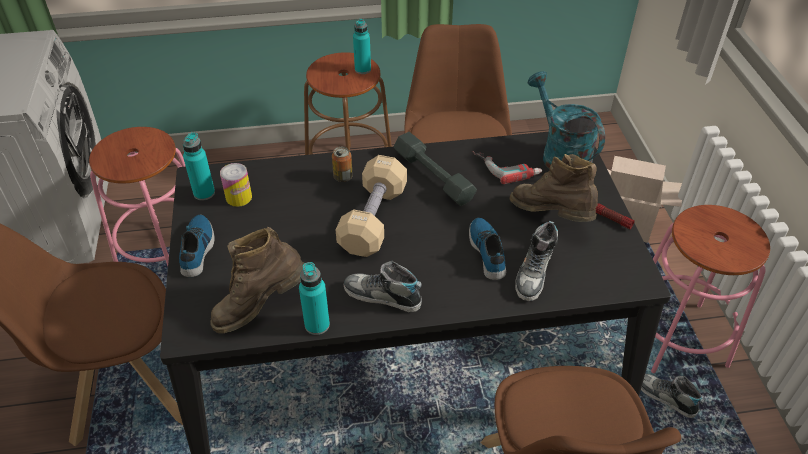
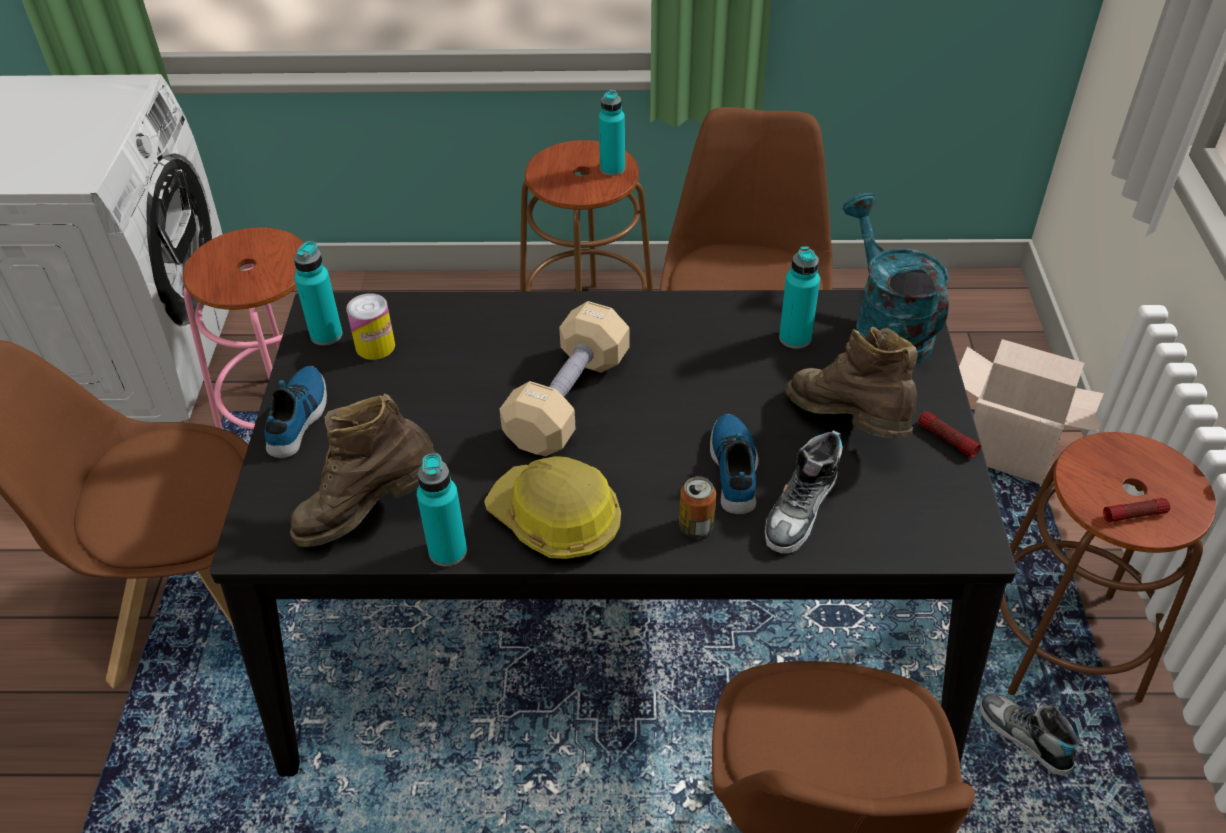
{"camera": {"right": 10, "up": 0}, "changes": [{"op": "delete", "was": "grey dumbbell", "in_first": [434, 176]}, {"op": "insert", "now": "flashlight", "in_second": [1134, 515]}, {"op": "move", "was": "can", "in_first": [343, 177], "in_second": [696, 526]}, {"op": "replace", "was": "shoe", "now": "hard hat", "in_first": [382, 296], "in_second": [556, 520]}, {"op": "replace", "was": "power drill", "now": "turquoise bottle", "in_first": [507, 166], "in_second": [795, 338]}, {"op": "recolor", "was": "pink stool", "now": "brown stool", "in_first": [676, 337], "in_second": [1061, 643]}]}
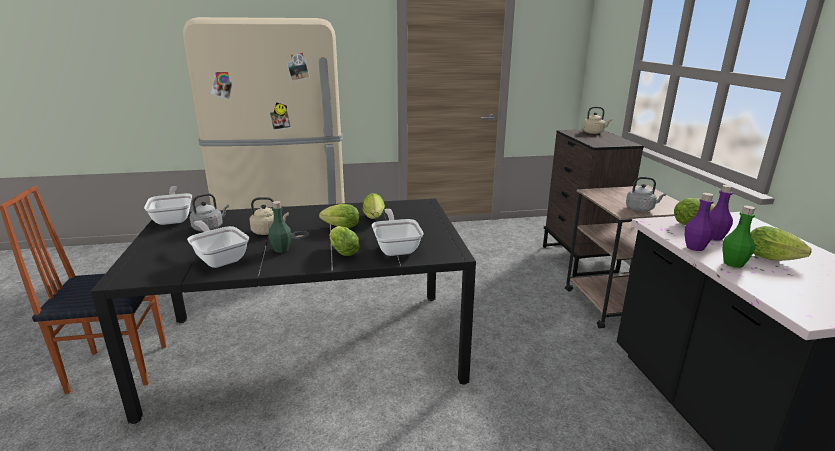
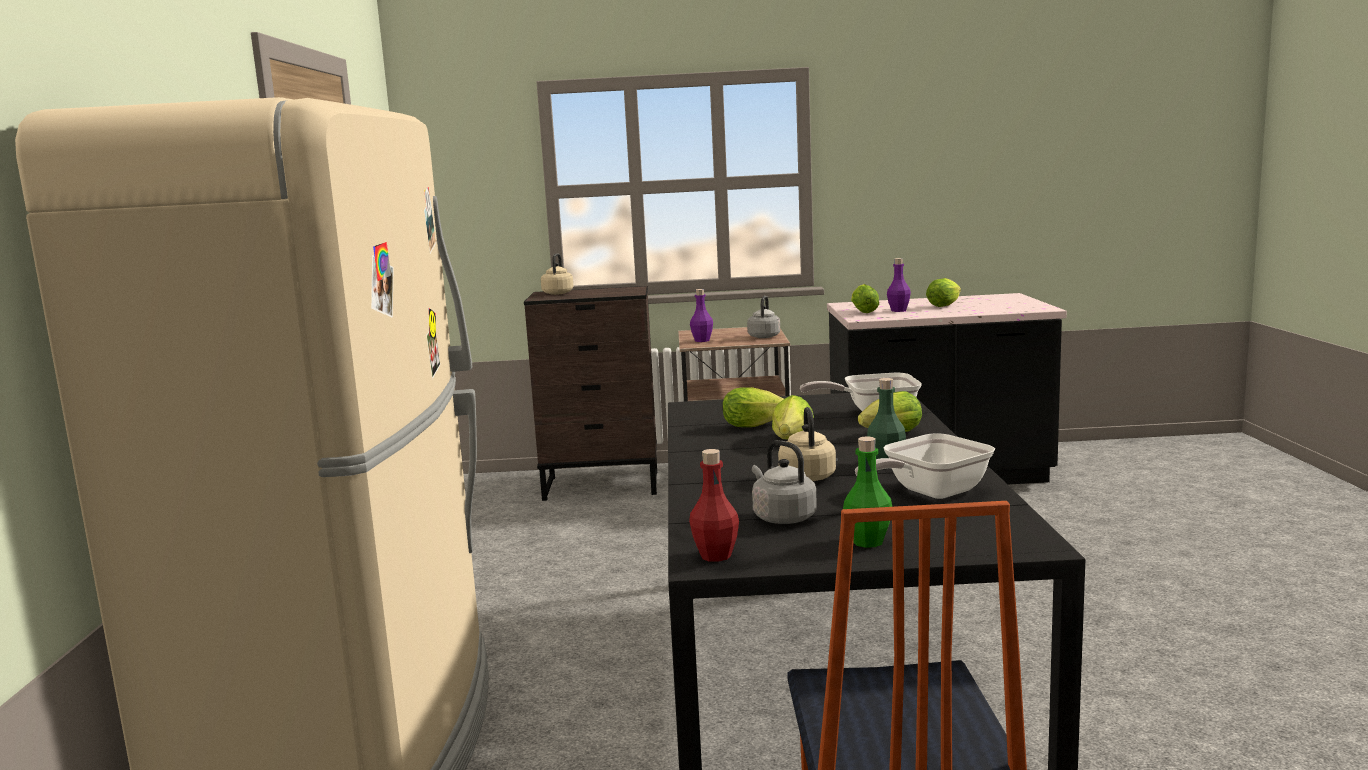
{"camera": {"right": -80, "up": -10}, "changes": [{"op": "move", "was": "purple bottle", "in_first": [695, 247], "in_second": [702, 340]}, {"op": "move", "was": "green bottle", "in_first": [733, 264], "in_second": [868, 542]}, {"op": "replace", "was": "frying pan", "now": "red bottle", "in_first": [174, 218], "in_second": [715, 556]}]}
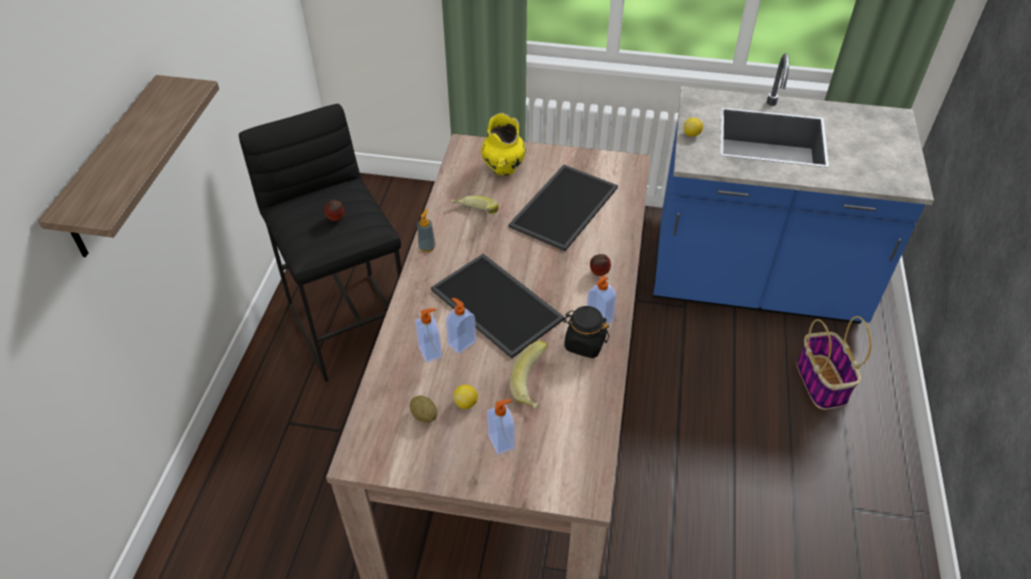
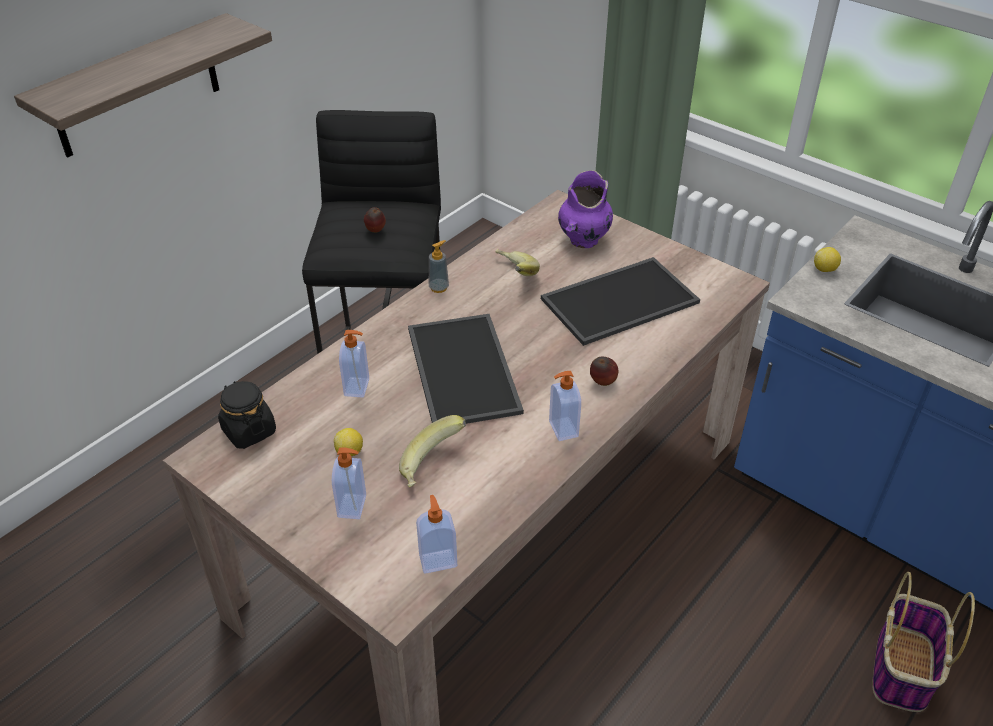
{"camera": {"right": 30, "up": -5}, "changes": [{"op": "delete", "was": "potato", "in_first": [424, 415]}, {"op": "move", "was": "soap dispenser", "in_first": [461, 343], "in_second": [438, 560]}, {"op": "move", "was": "black jar", "in_first": [584, 343], "in_second": [249, 431]}, {"op": "recolor", "was": "yellow vase", "now": "purple vase", "in_first": [503, 169], "in_second": [583, 241]}]}
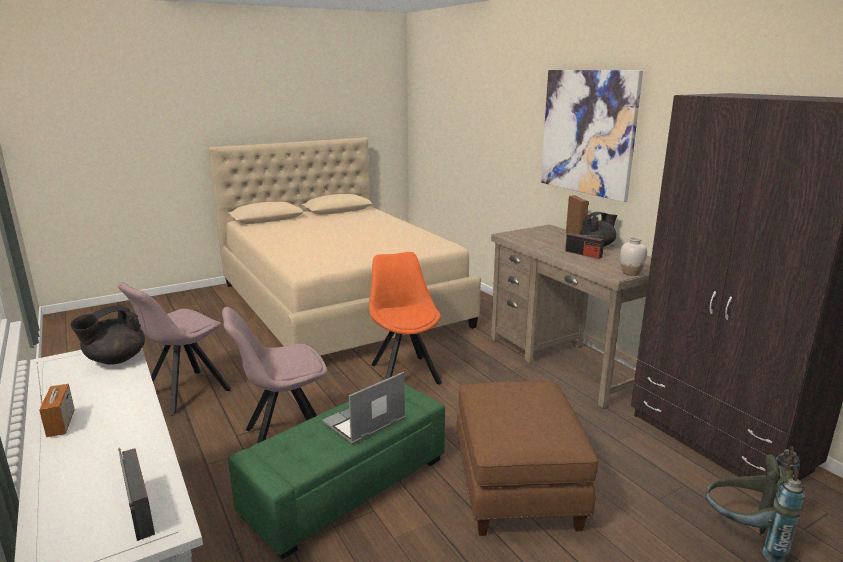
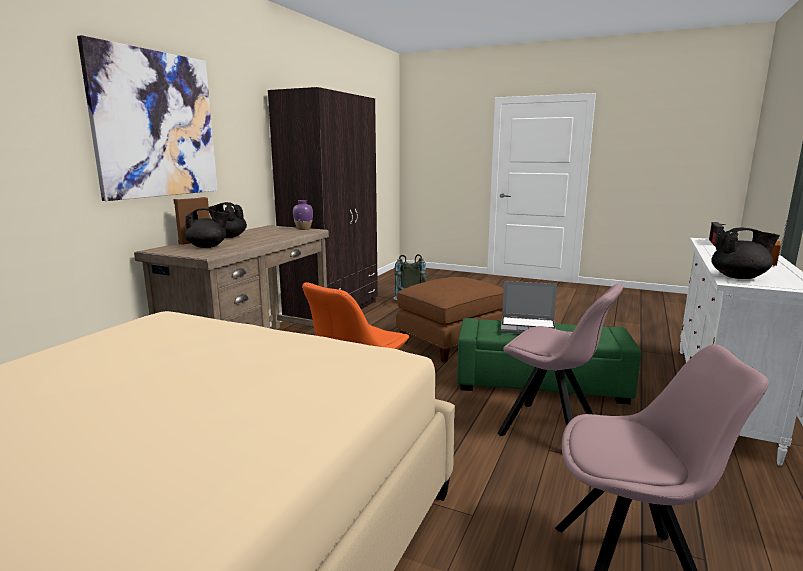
{"camera": {"right": -125, "up": -5}, "changes": [{"op": "delete", "was": "radio", "in_first": [583, 254]}, {"op": "insert", "now": "black teapot", "in_second": [208, 247]}, {"op": "recolor", "was": "white vase", "now": "purple vase", "in_first": [630, 273], "in_second": [303, 229]}]}
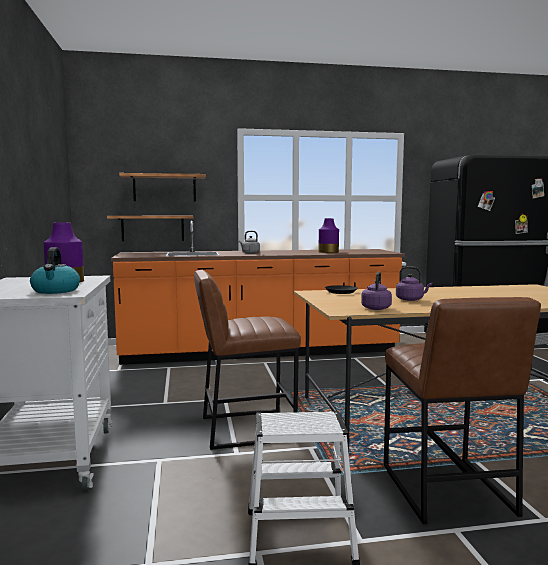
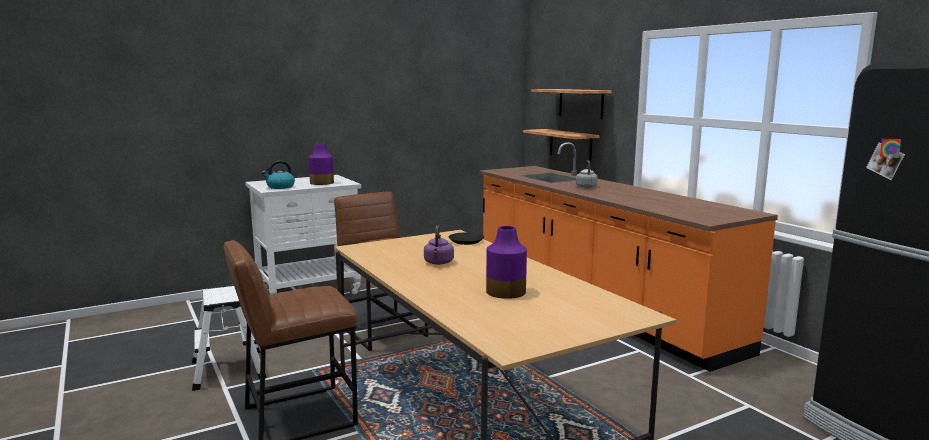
{"camera": {"right": 70, "up": 5}, "changes": [{"op": "delete", "was": "purple kettle", "in_first": [376, 308]}, {"op": "move", "was": "purple vase", "in_first": [328, 252], "in_second": [506, 291]}]}
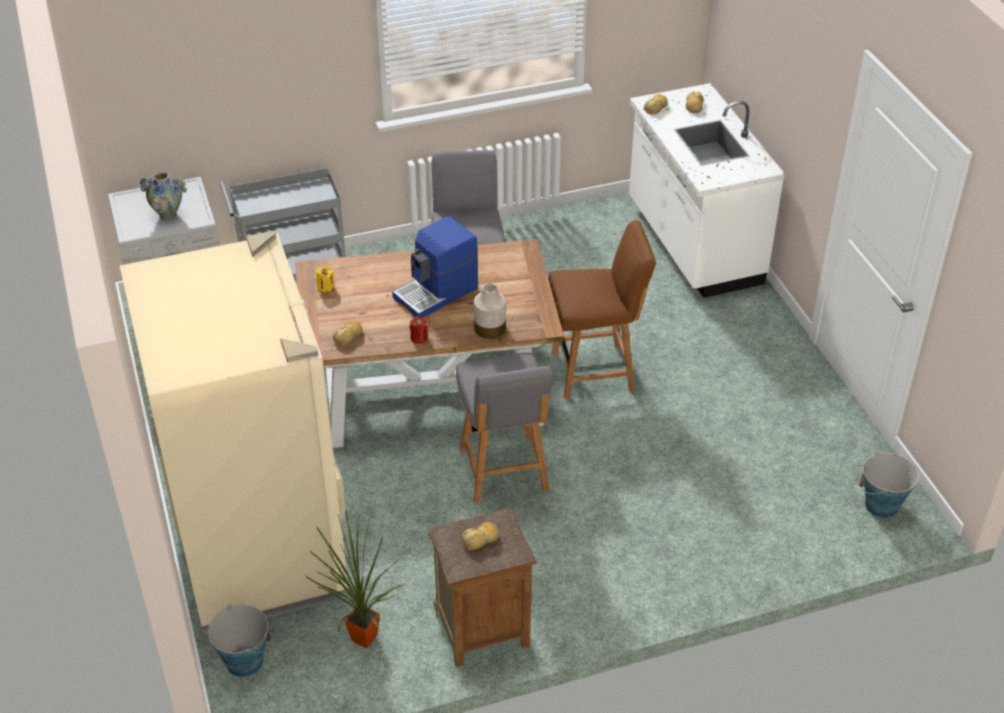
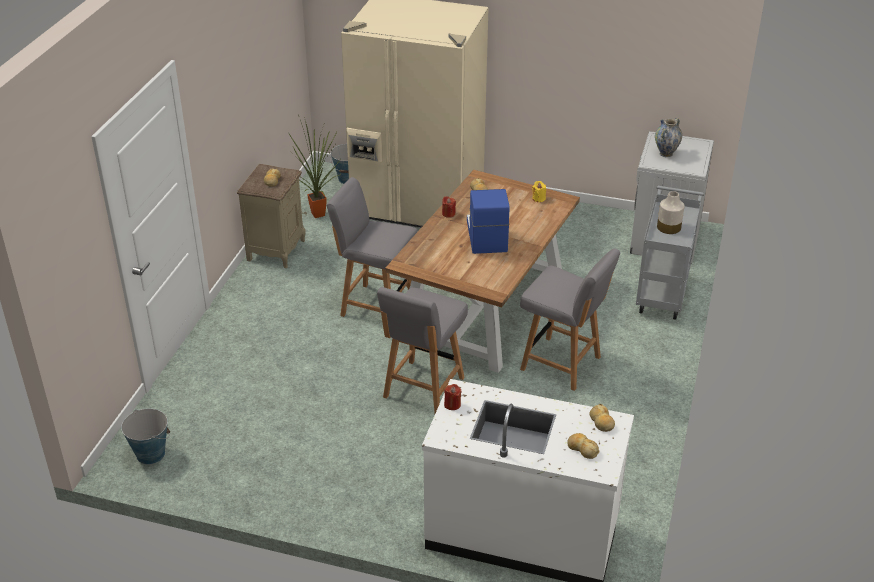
{"camera": {"right": 125, "up": -5}, "changes": [{"op": "insert", "now": "red candle", "in_second": [452, 404]}, {"op": "move", "was": "beige vase", "in_first": [490, 328], "in_second": [669, 227]}, {"op": "recolor", "was": "brown chair", "now": "grey chair", "in_first": [595, 371], "in_second": [422, 388]}]}
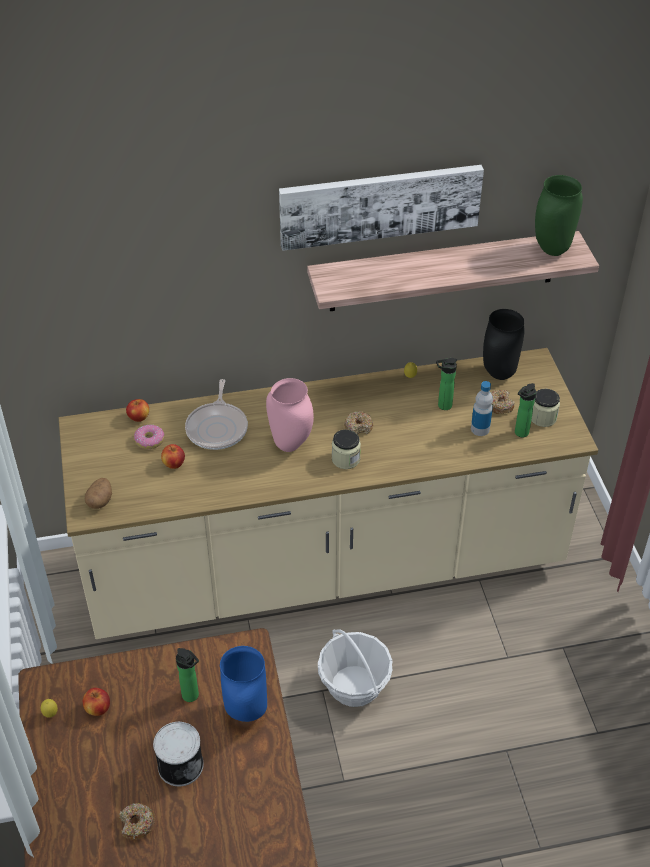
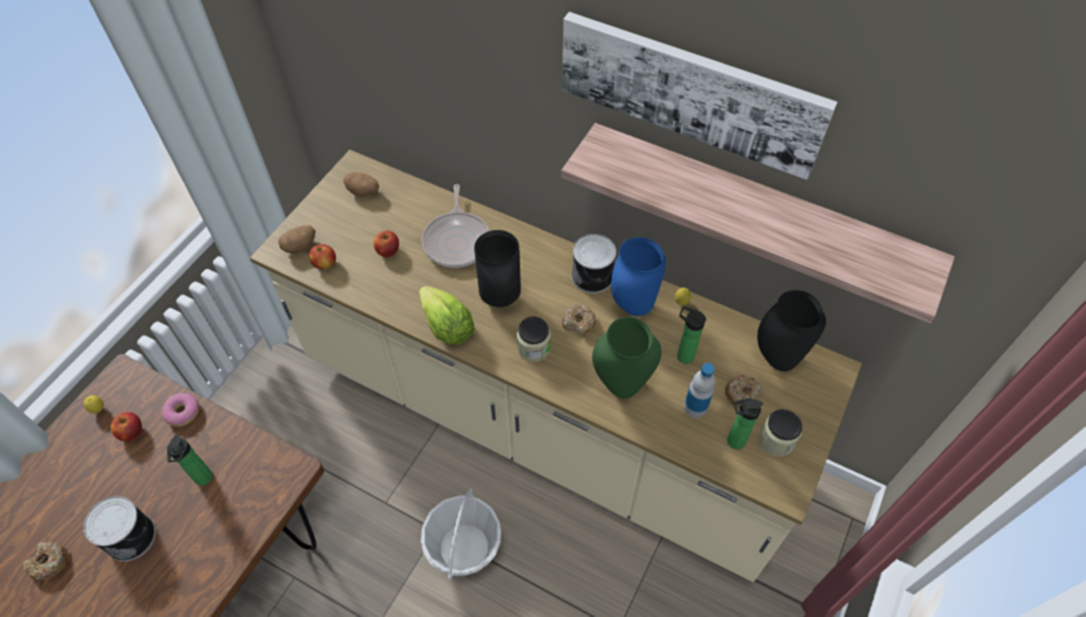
{"camera": {"right": 40, "up": 10}, "changes": [{"op": "insert", "now": "potato", "in_second": [363, 192]}, {"op": "insert", "now": "lettuce", "in_second": [447, 327]}, {"op": "insert", "now": "can", "in_second": [593, 276]}, {"op": "move", "was": "apple", "in_first": [139, 417], "in_second": [325, 264]}, {"op": "move", "was": "donut", "in_first": [150, 440], "in_second": [183, 413]}, {"op": "move", "was": "blue vase", "in_first": [245, 712], "in_second": [632, 306]}, {"op": "move", "was": "green vase", "in_first": [552, 250], "in_second": [621, 386]}, {"op": "recolor", "was": "pink vase", "now": "black vase", "in_first": [289, 445], "in_second": [499, 299]}, {"op": "rotate", "was": "frying pan", "in_first": [217, 427], "in_second": [457, 240], "clockwise": -45}]}
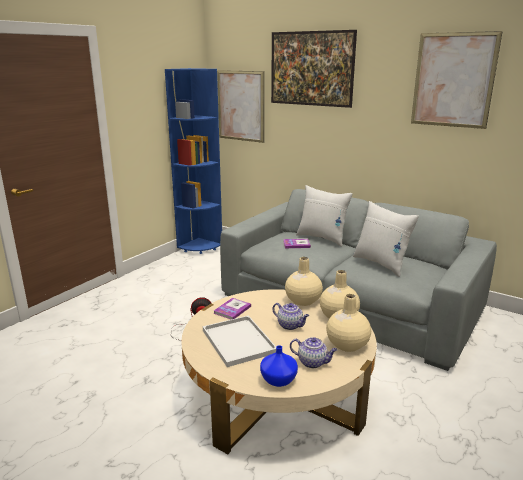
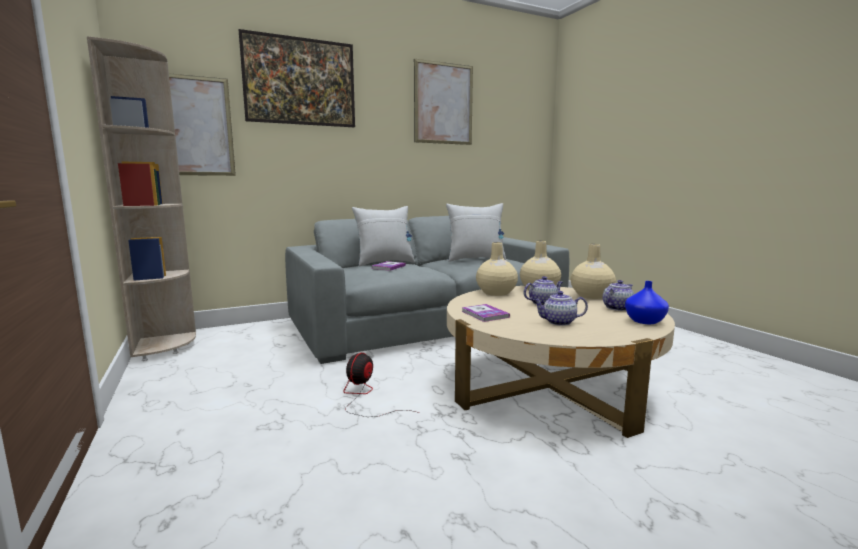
{"camera": {"right": -60, "up": -10}, "changes": [{"op": "replace", "was": "white tray", "now": "teapot", "in_first": [237, 340], "in_second": [558, 322]}, {"op": "recolor", "was": "blue bookcase", "now": "beige bookcase", "in_first": [200, 250], "in_second": [164, 351]}]}
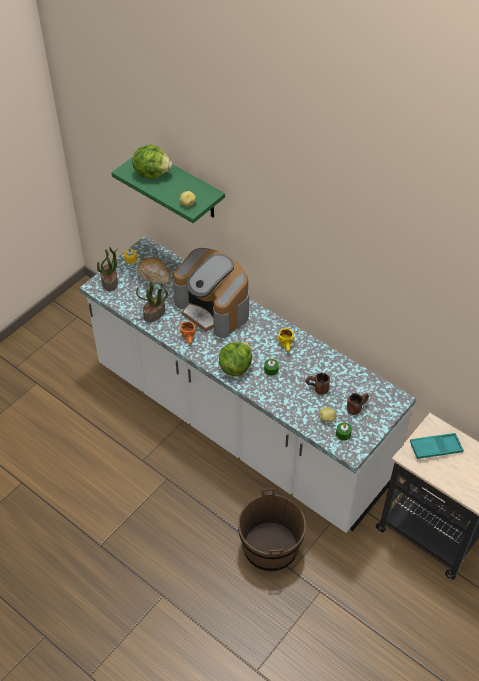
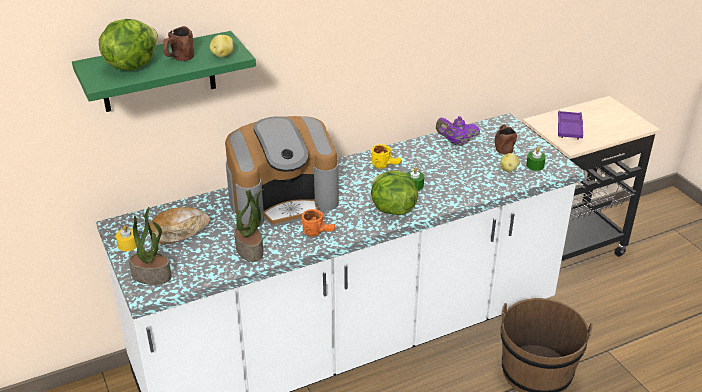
{"camera": {"right": -65, "up": -15}, "changes": [{"op": "insert", "now": "purple teapot", "in_second": [456, 143]}, {"op": "move", "was": "brown mug", "in_first": [316, 388], "in_second": [178, 59]}, {"op": "recolor", "was": "turquoise tray", "now": "purple tray", "in_first": [435, 448], "in_second": [569, 128]}]}
